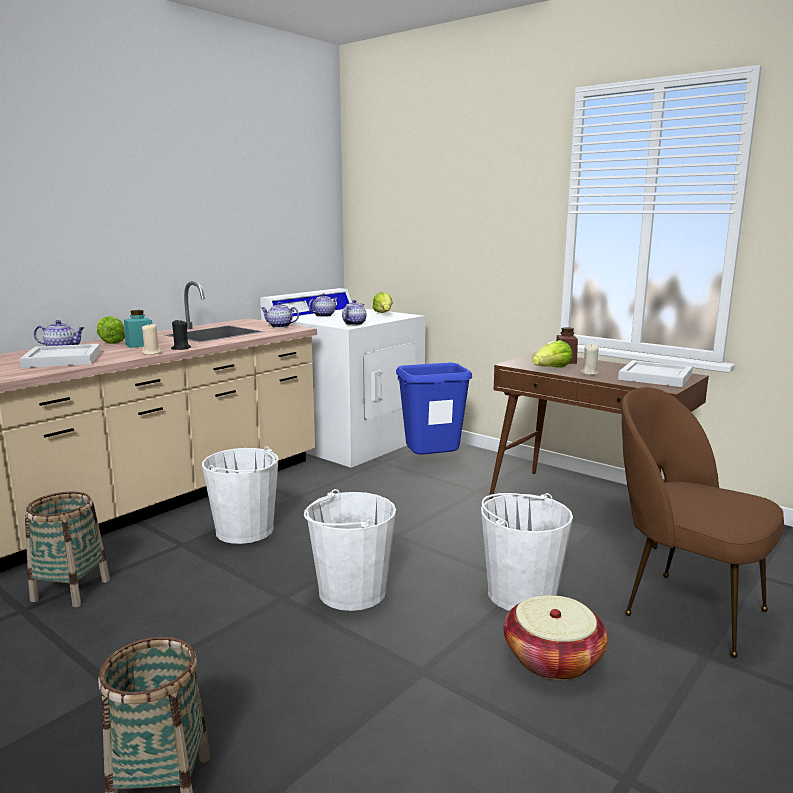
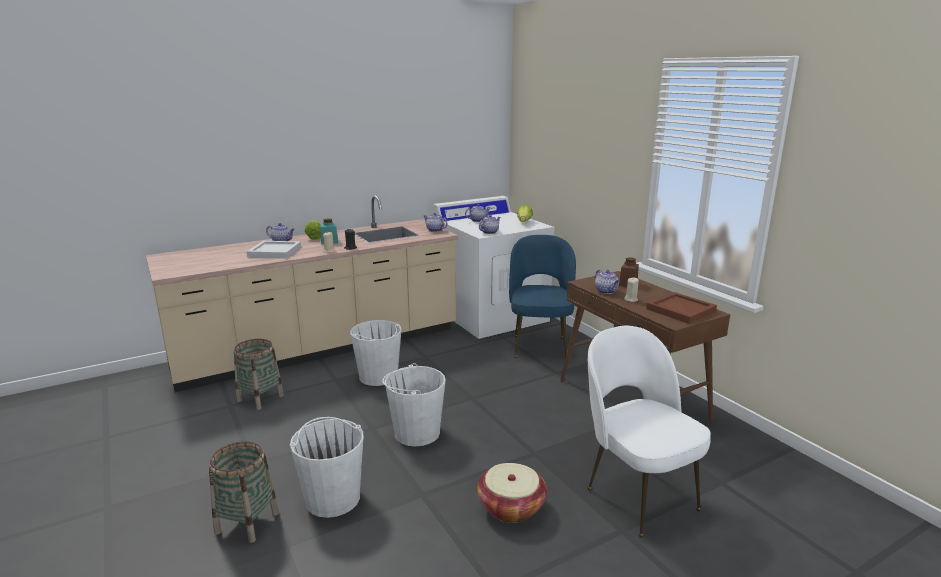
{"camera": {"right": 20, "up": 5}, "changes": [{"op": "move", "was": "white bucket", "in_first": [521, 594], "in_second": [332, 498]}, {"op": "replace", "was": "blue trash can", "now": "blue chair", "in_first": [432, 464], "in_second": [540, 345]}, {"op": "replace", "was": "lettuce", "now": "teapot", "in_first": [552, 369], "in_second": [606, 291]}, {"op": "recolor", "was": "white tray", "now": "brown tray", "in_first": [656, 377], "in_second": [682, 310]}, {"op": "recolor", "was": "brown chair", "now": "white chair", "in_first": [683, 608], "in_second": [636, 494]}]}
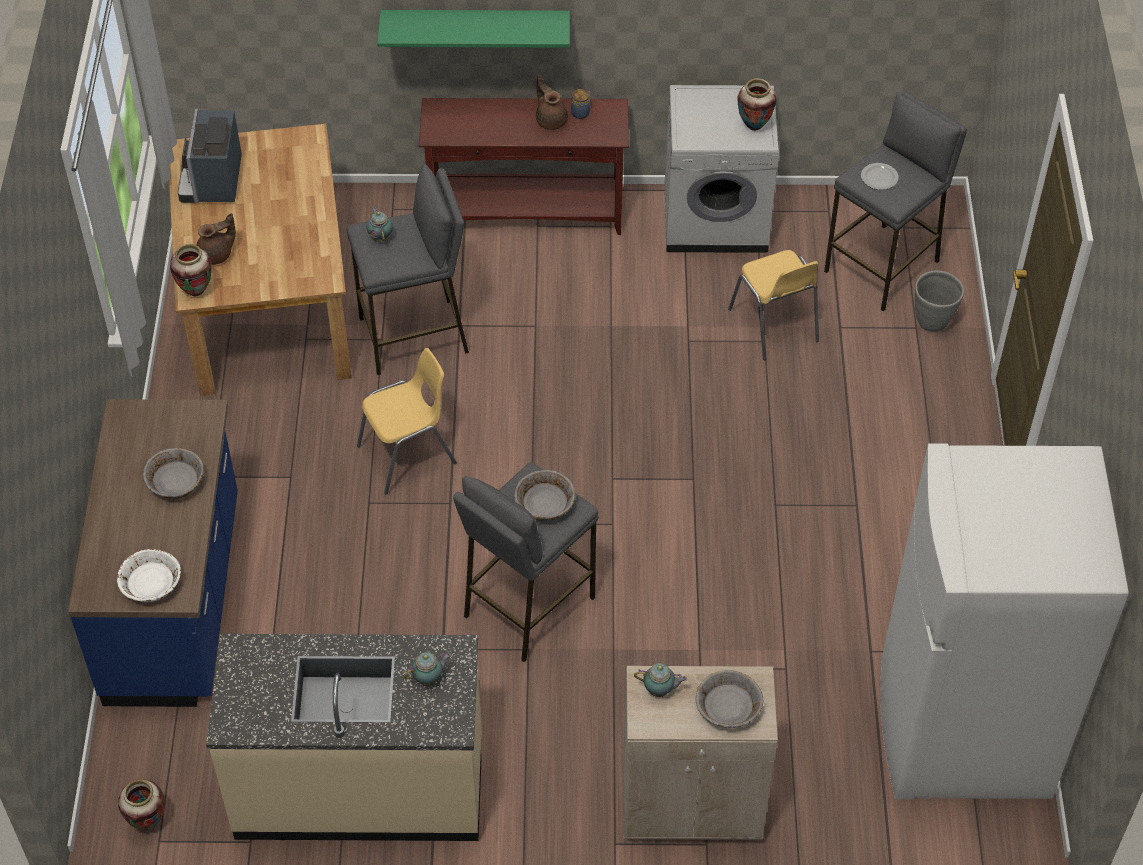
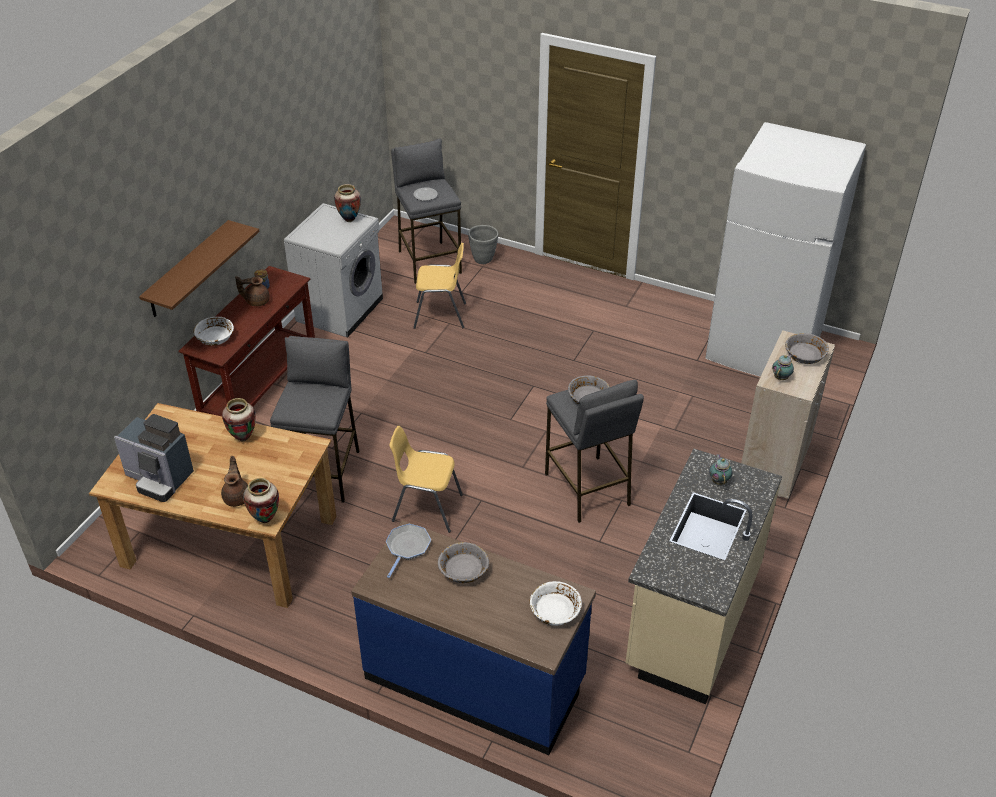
{"camera": {"right": -65, "up": -10}, "changes": [{"op": "delete", "was": "teapot", "in_first": [380, 237]}, {"op": "insert", "now": "white bowl", "in_second": [214, 337]}, {"op": "insert", "now": "frying pan", "in_second": [407, 547]}, {"op": "move", "was": "vase", "in_first": [148, 822], "in_second": [243, 437]}, {"op": "recolor", "was": "green shelf", "now": "brown shelf", "in_first": [475, 26], "in_second": [188, 270]}, {"op": "rotate", "was": "yellow chair", "in_first": [408, 455], "in_second": [426, 508], "clockwise": -75}]}
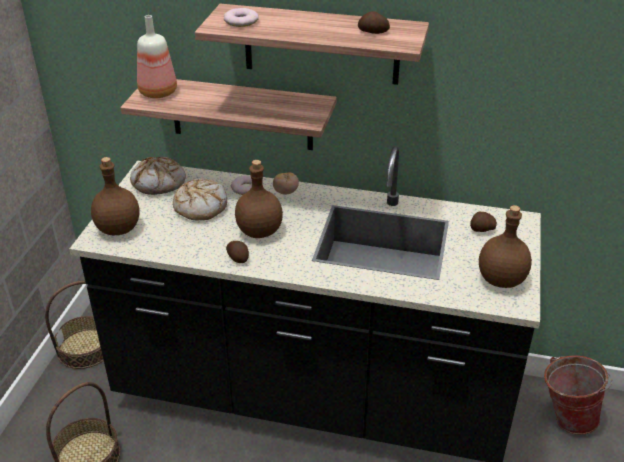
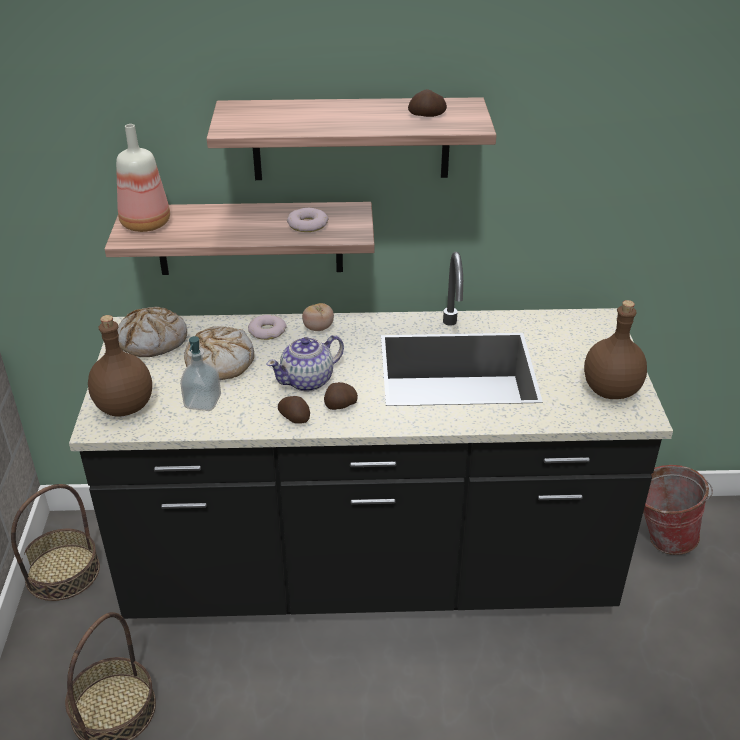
{"camera": {"right": -15, "up": 0}, "changes": [{"op": "insert", "now": "soap dispenser", "in_second": [202, 402]}, {"op": "move", "was": "donut", "in_first": [241, 21], "in_second": [307, 224]}, {"op": "move", "was": "potato", "in_first": [481, 230], "in_second": [340, 406]}, {"op": "replace", "was": "brown bottle", "now": "teapot", "in_first": [260, 231], "in_second": [308, 380]}]}
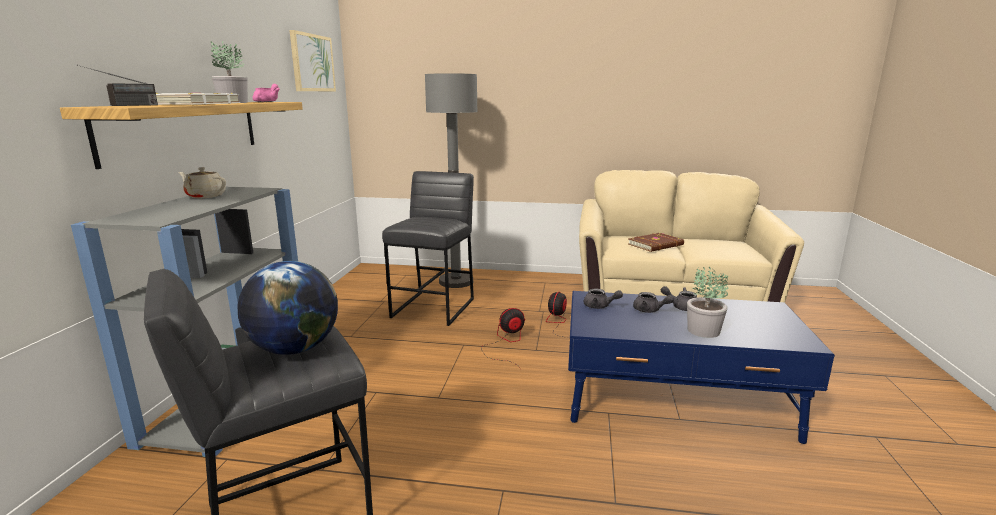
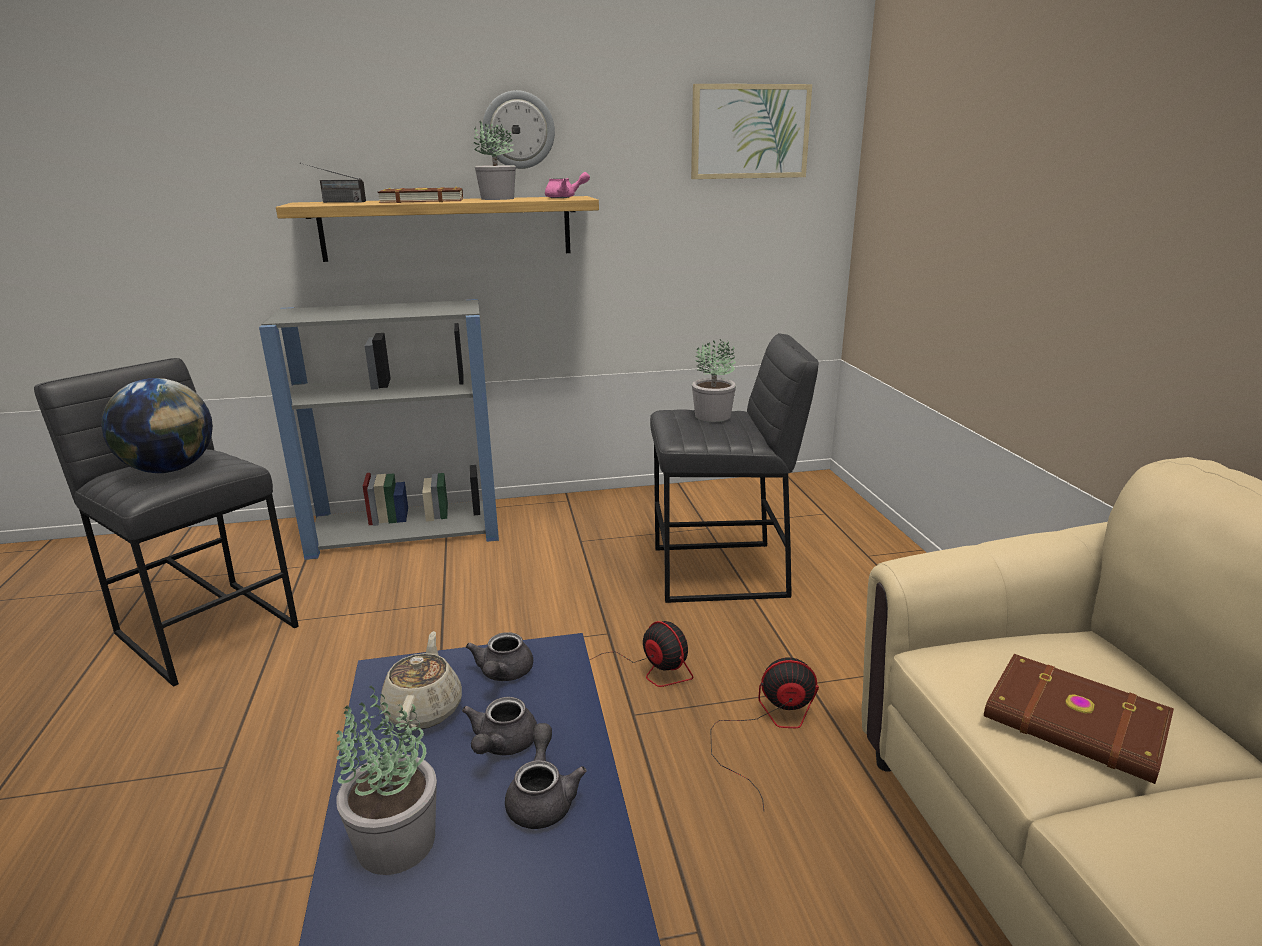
{"camera": {"right": 70, "up": 5}, "changes": [{"op": "delete", "was": "grey floor lamp", "in_first": [456, 281]}, {"op": "insert", "now": "wall clock", "in_second": [518, 130]}, {"op": "insert", "now": "potted plant", "in_second": [713, 416]}, {"op": "move", "was": "beige teapot", "in_first": [205, 196], "in_second": [424, 709]}, {"op": "recolor", "was": "white book", "now": "brown book", "in_first": [195, 104], "in_second": [422, 200]}]}
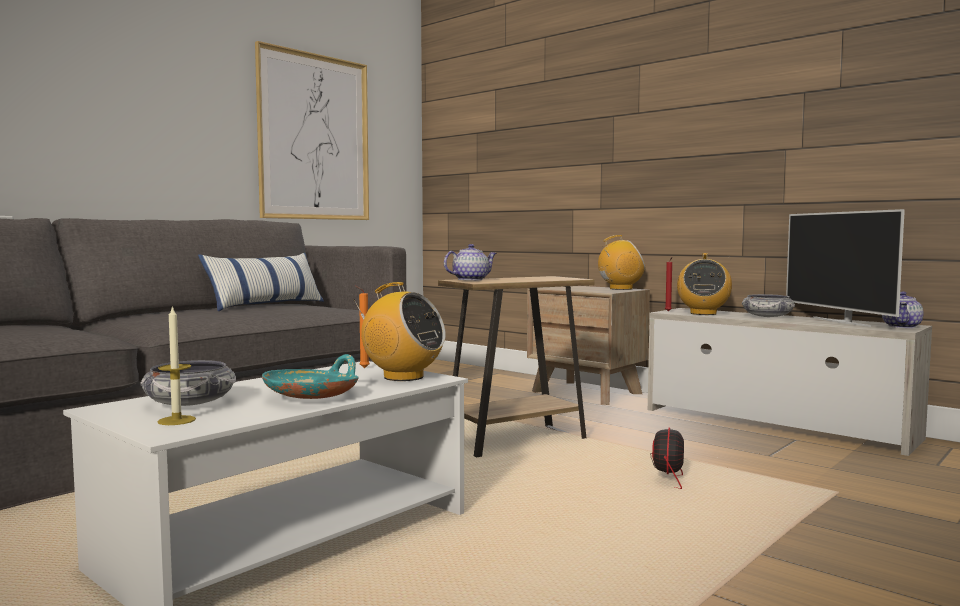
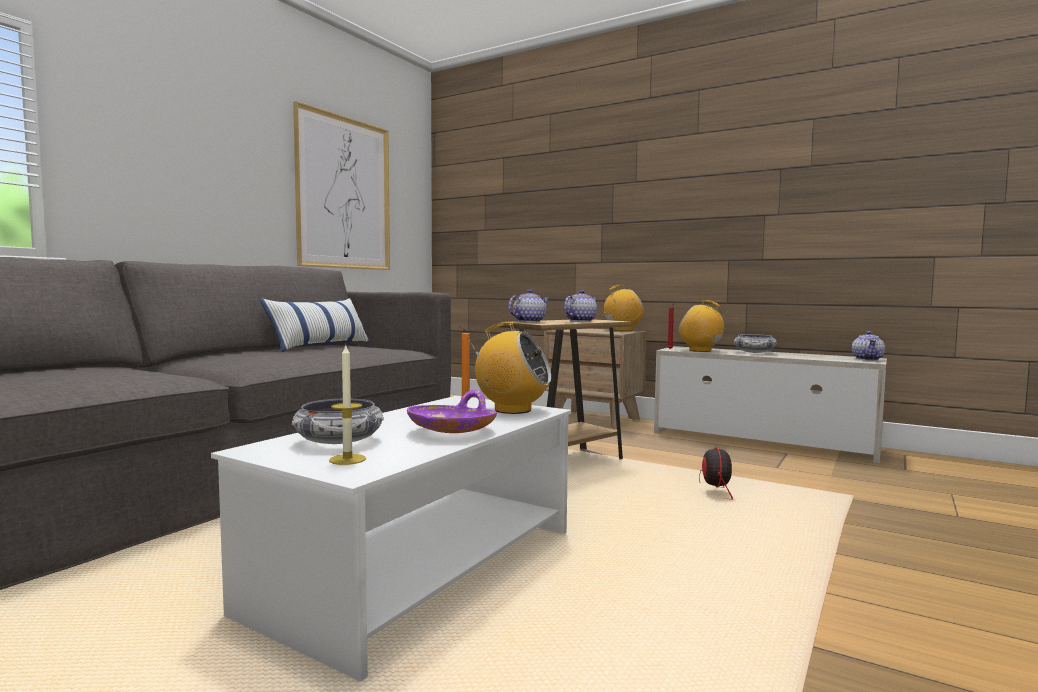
{"camera": {"right": -10, "up": 0}, "changes": [{"op": "delete", "was": "television", "in_first": [842, 322]}, {"op": "insert", "now": "teapot", "in_second": [580, 321]}, {"op": "recolor", "was": "turquoise bowl", "now": "purple bowl", "in_first": [313, 397], "in_second": [453, 431]}, {"op": "rotate", "was": "radio", "in_first": [703, 313], "in_second": [700, 350], "clockwise": 120}]}
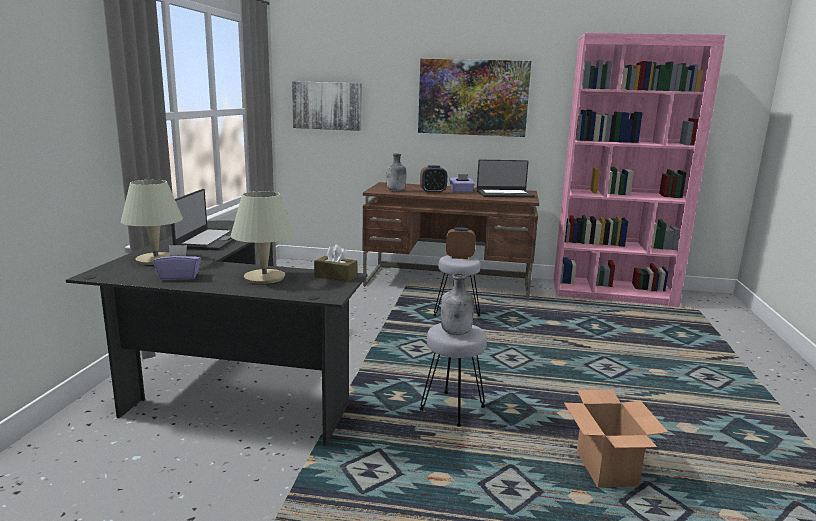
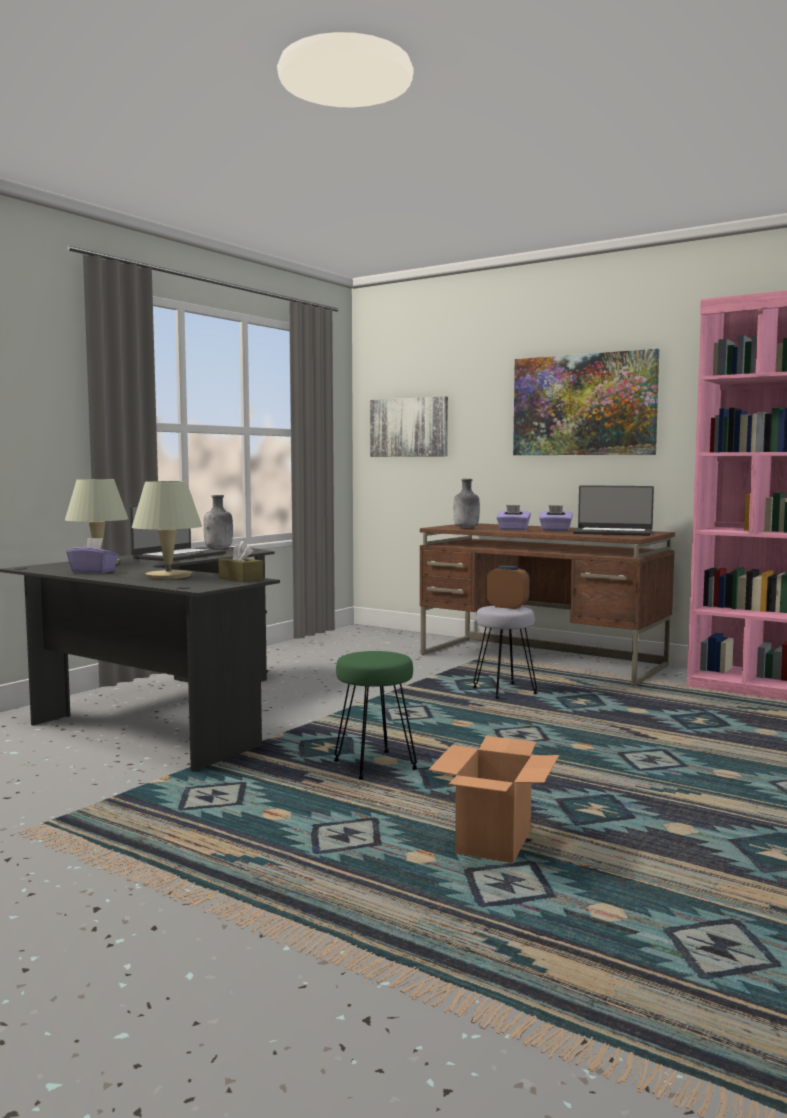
{"camera": {"right": 25, "up": -10}, "changes": [{"op": "move", "was": "grey bottle", "in_first": [456, 333], "in_second": [219, 549]}, {"op": "replace", "was": "alarm clock", "now": "purple tissue box", "in_first": [433, 192], "in_second": [513, 529]}, {"op": "recolor", "was": "grey stool", "now": "green stool", "in_first": [453, 409], "in_second": [375, 766]}]}
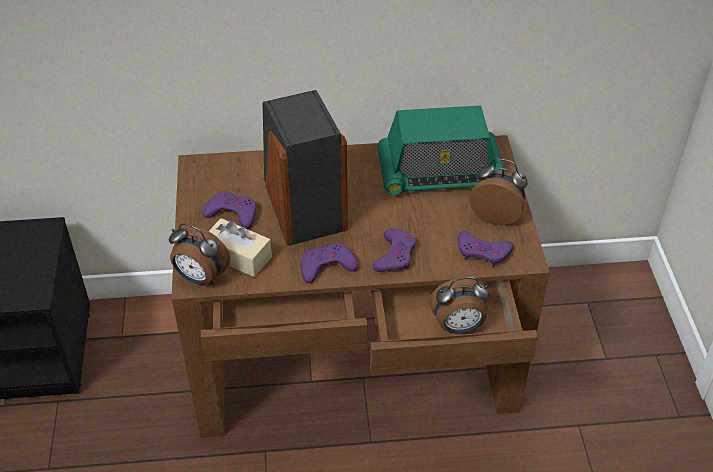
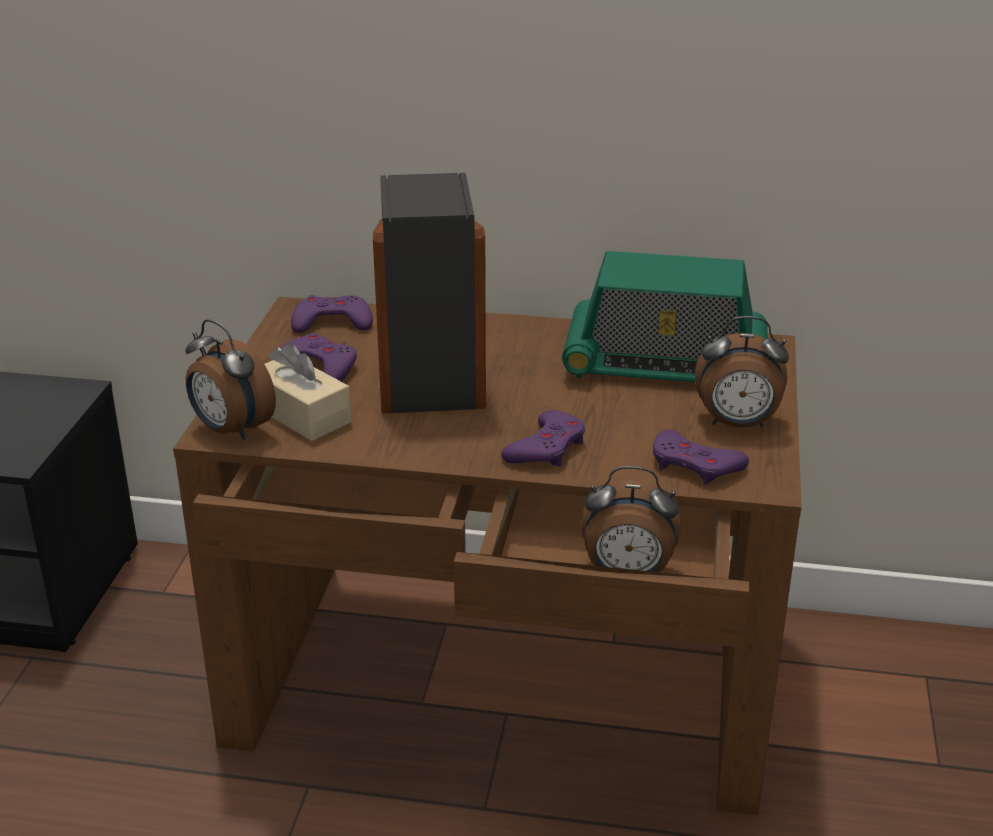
{"camera": {"right": 15, "up": -15}, "changes": [{"op": "move", "was": "purple game controller", "in_first": [326, 266], "in_second": [332, 322]}, {"op": "rotate", "was": "alarm clock", "in_first": [496, 215], "in_second": [737, 424], "clockwise": 150}]}
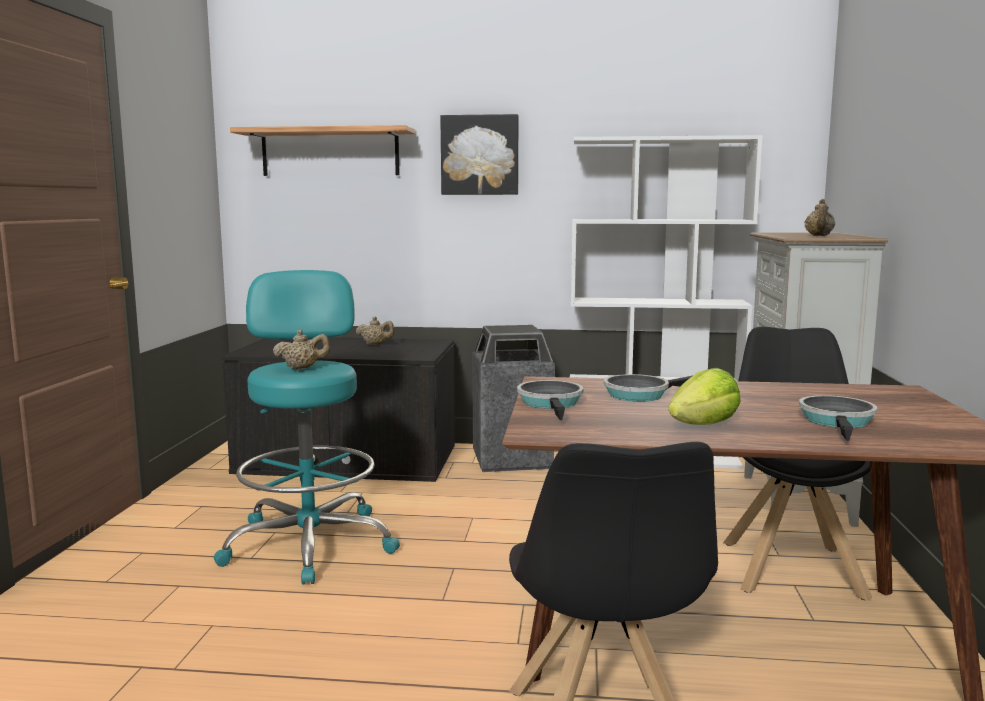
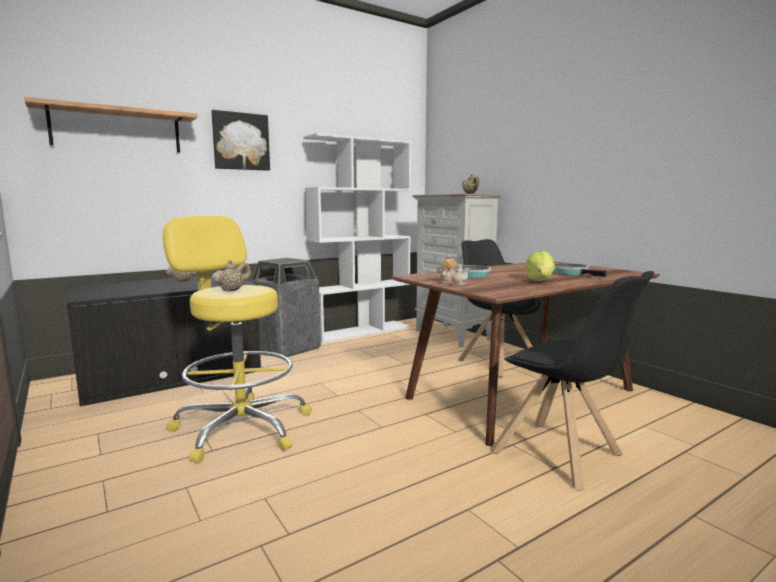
{"camera": {"right": -40, "up": 0}, "changes": [{"op": "replace", "was": "frying pan", "now": "teapot", "in_first": [551, 403], "in_second": [453, 283]}, {"op": "recolor", "was": "turquoise stool", "now": "yellow stool", "in_first": [310, 543], "in_second": [240, 427]}]}
